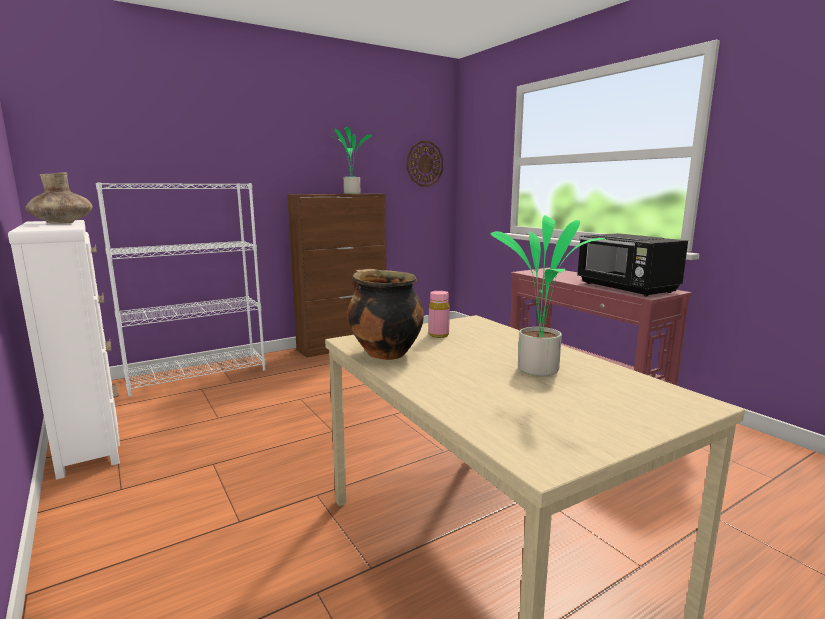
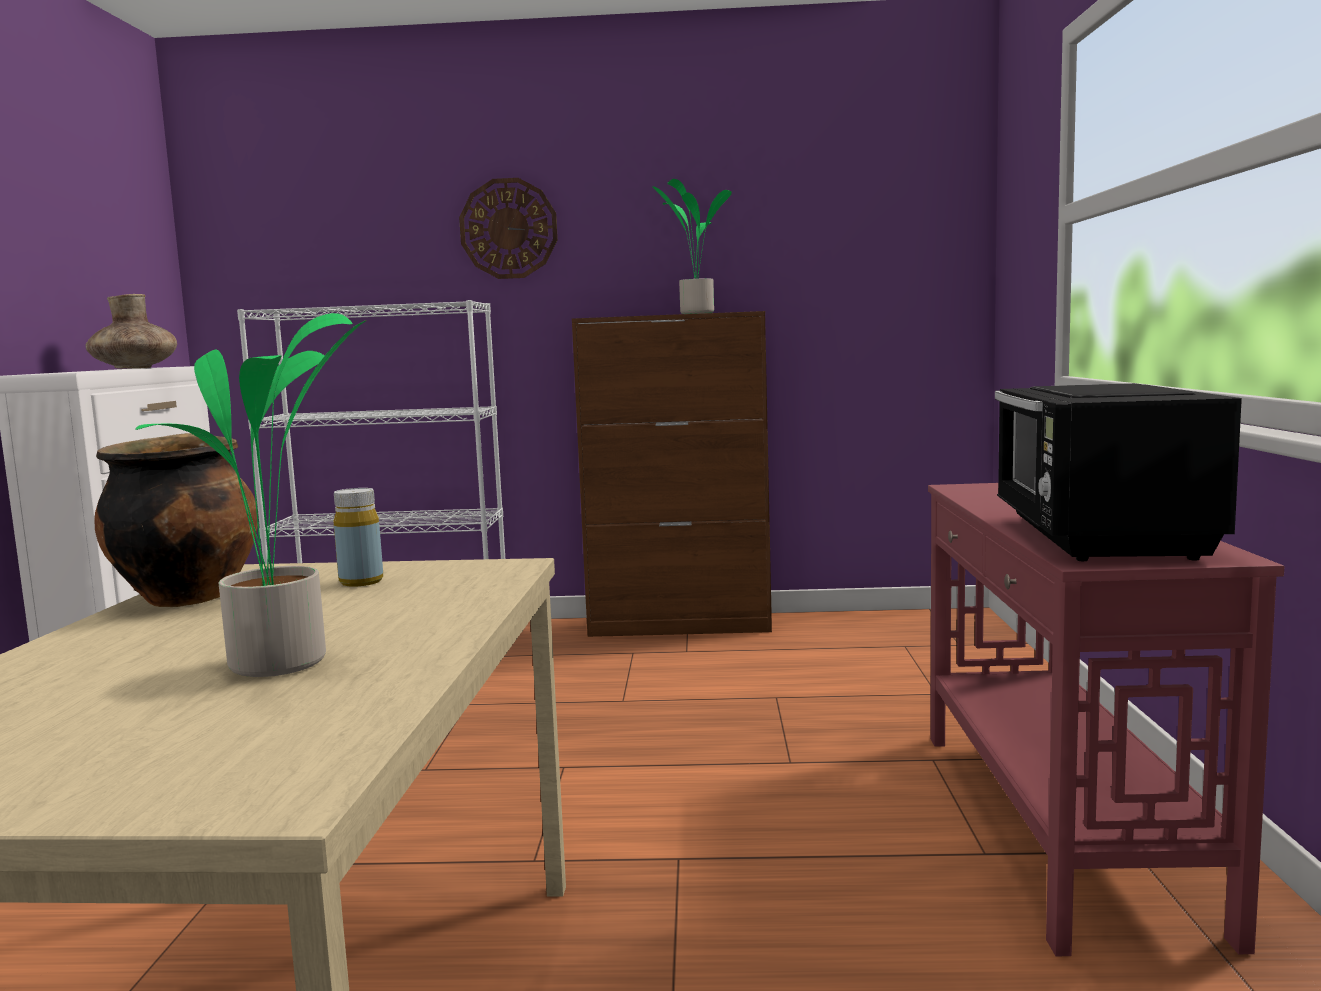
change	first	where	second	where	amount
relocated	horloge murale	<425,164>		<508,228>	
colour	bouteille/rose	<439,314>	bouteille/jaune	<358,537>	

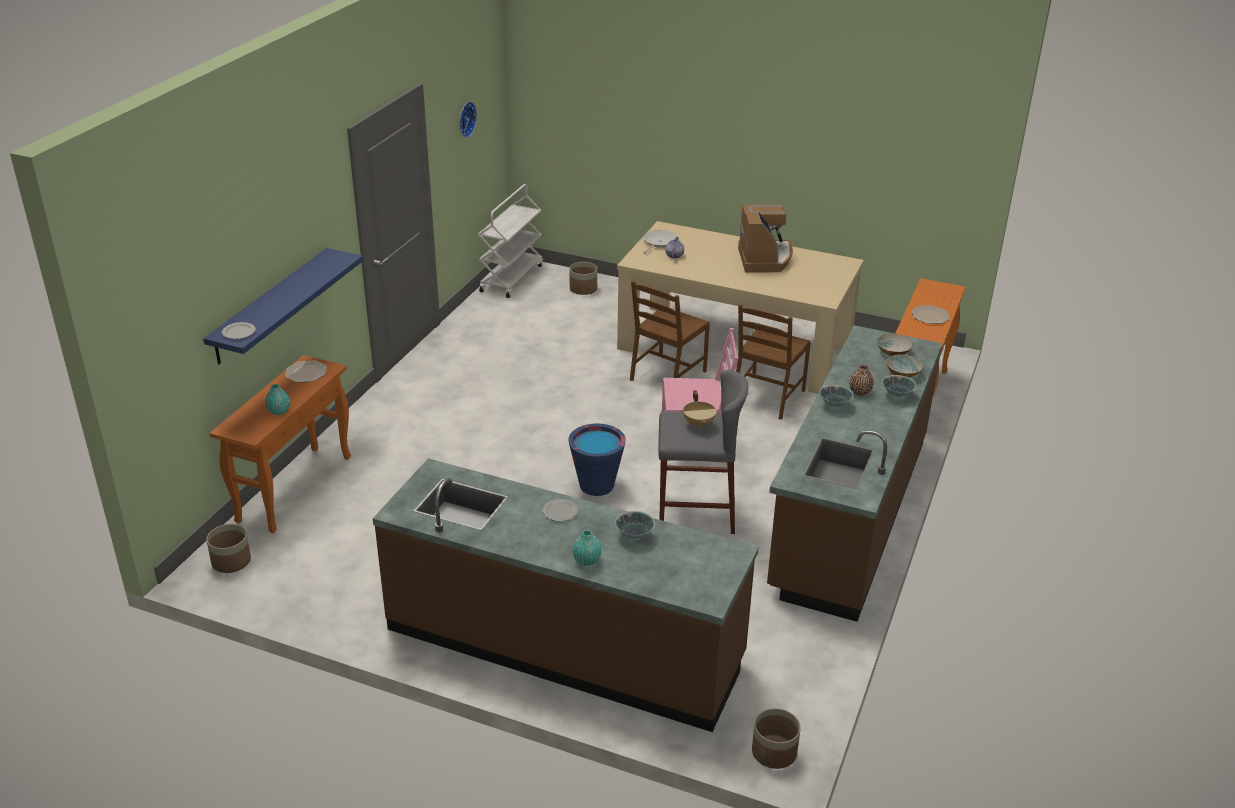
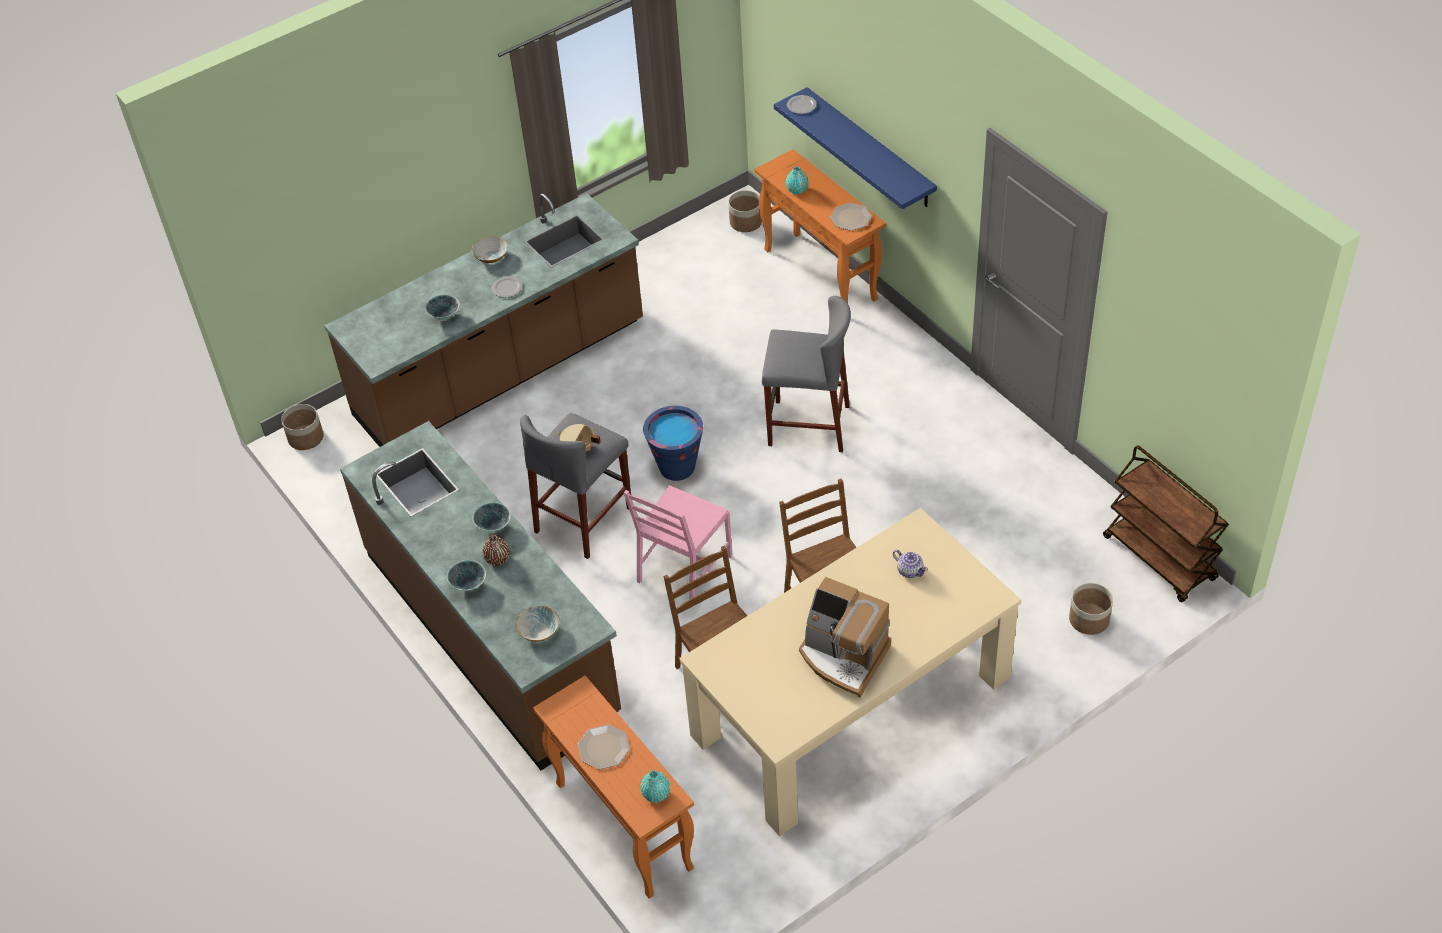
change	first	where	second	where	amount
missing	horloge murale	<468,119>			
colour	chariot/blanc	<510,241>	chariot/marron	<1166,523>	
relocated	vase/turquoise	<587,548>		<655,786>	
missing	poêle	<660,242>			
relocated	bol	<904,366>		<490,249>	
appeared			tabouret/gris	<806,374>	

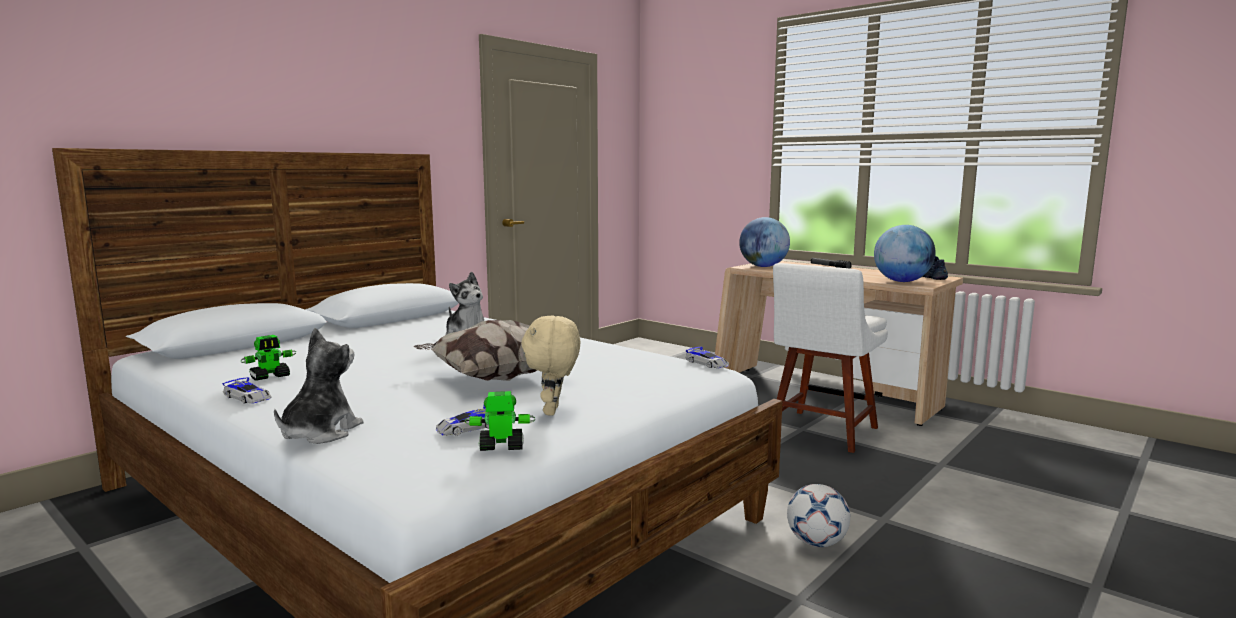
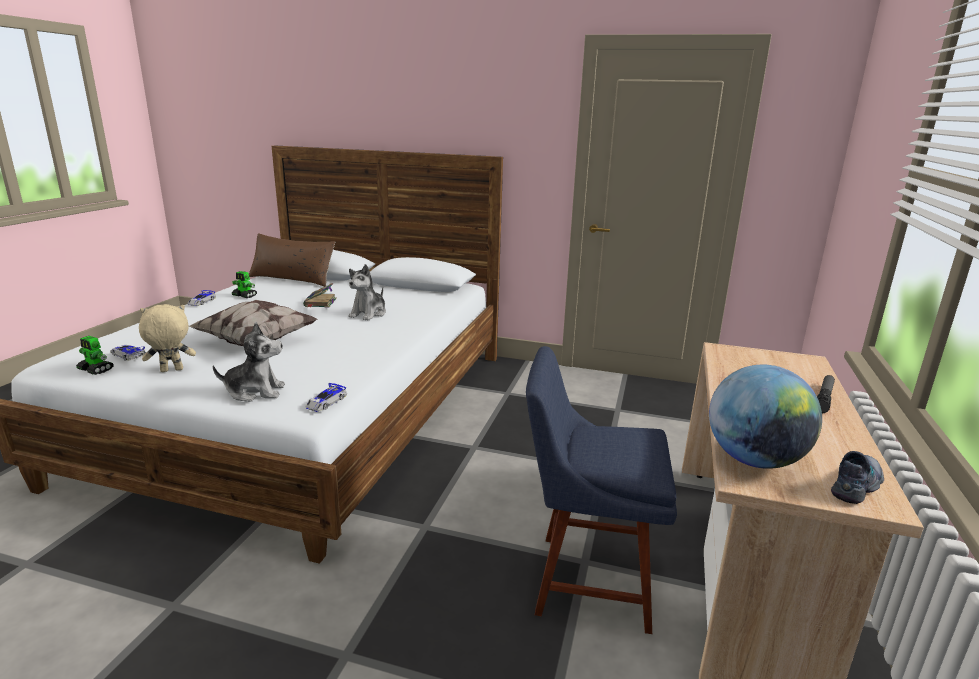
change	first	where	second	where	amount
relocated	peluche	<319,386>		<249,362>	
spun	robot jouet	<499,421>		<95,355>	150 degrees clockwise
missing	globe	<764,242>			
colour	chaise/blanc	<830,358>	chaise/bleu	<601,490>	
missing	ballon de foot	<818,515>			
appeared			coussin/marron	<292,260>	
appeared			livre	<320,295>	

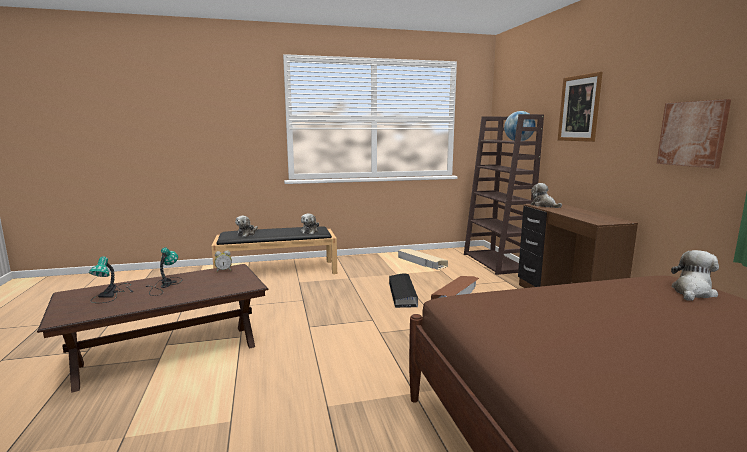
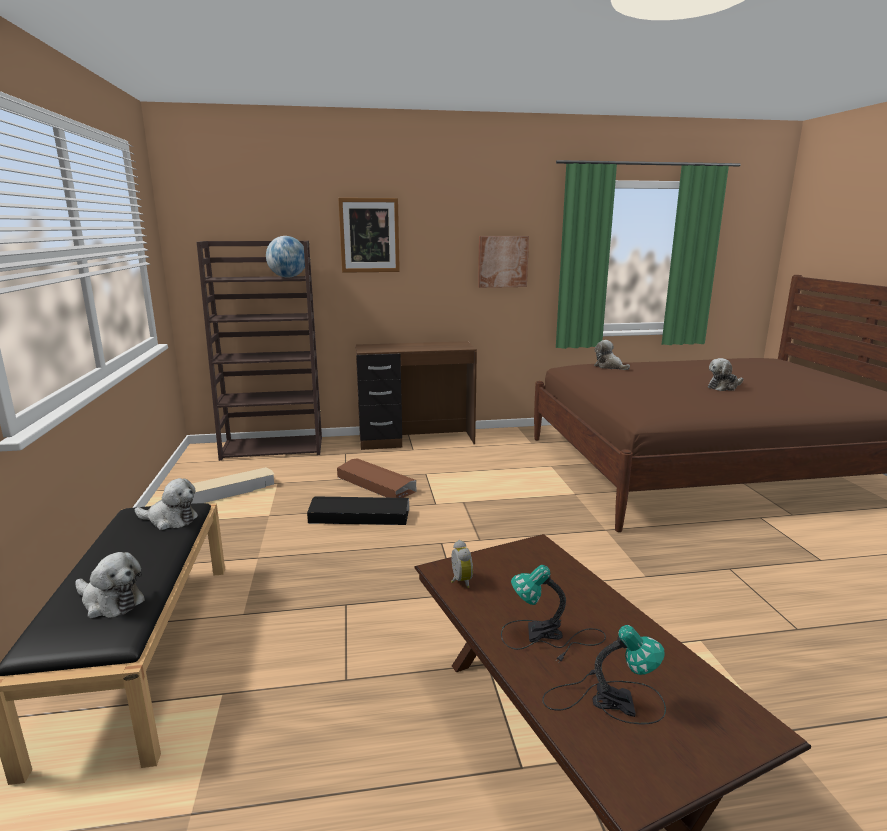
change	first	where	second	where	amount
relocated	peluche	<546,195>		<725,374>	

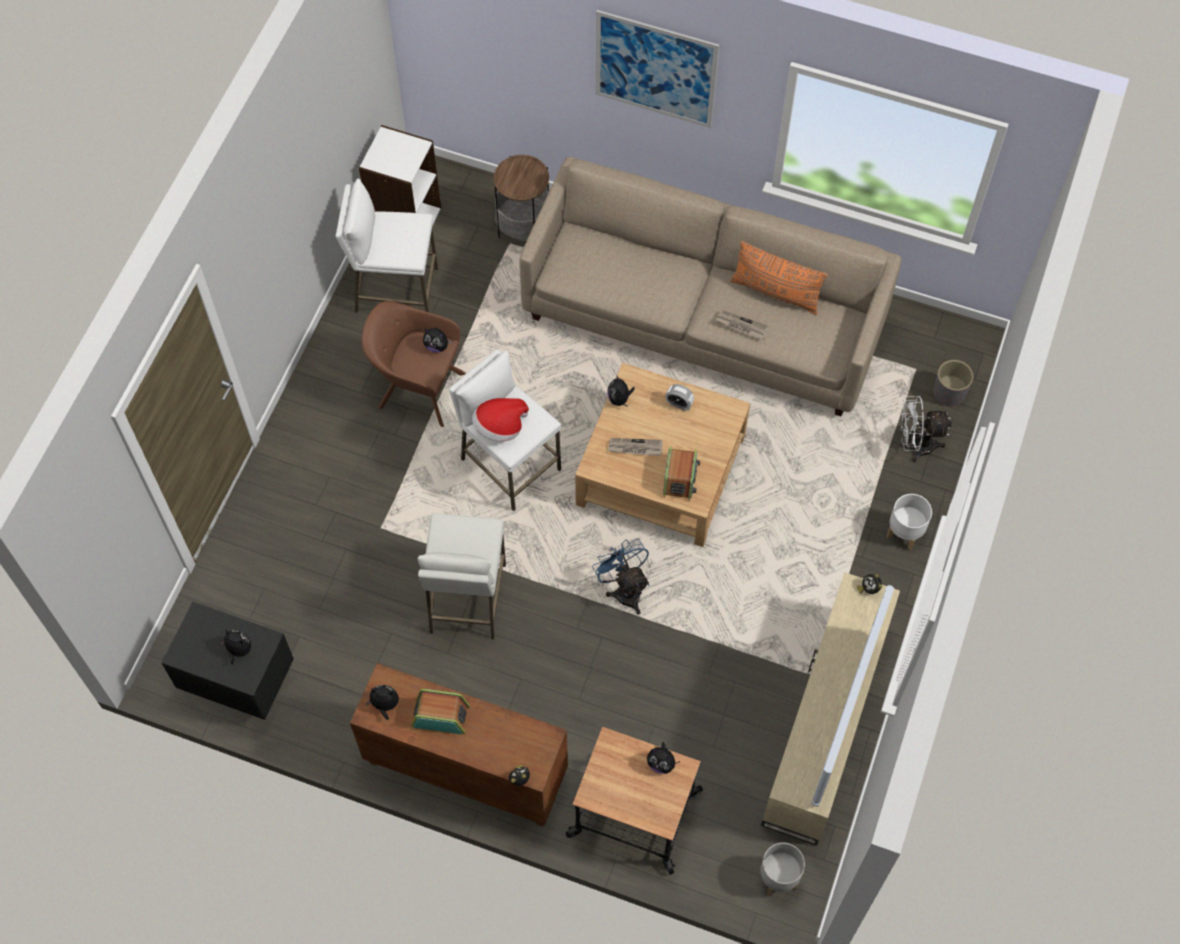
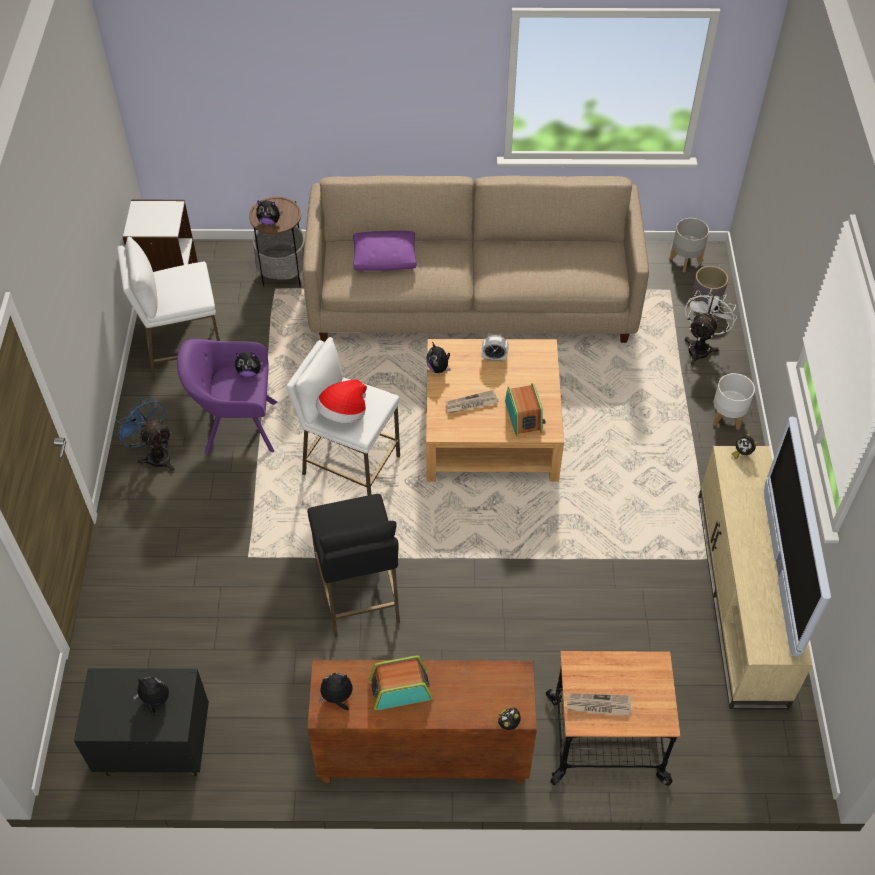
change	first	where	second	where	amount
colour	fauteuil/marron	<414,364>	fauteuil/violet	<227,397>	
colour	tabouret/blanc	<462,576>	tabouret/noir	<353,565>	
relocated	ventilateur/bleu	<620,576>		<144,433>	
missing	tableau	<657,69>			
relocated	peluche	<663,758>		<269,212>	
relocated	journal	<742,325>		<599,704>	
missing	coussin/orange	<779,278>			
relocated	cache-pot/gris	<782,869>		<689,245>	
spun	ventilateur/blanc	<926,429>		<711,327>	135 degrees clockwise
appeared			coussin/violet	<385,251>	

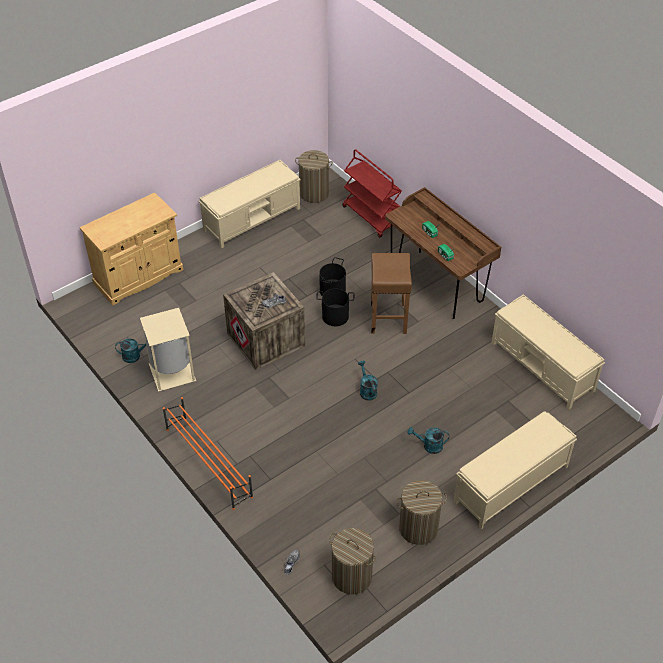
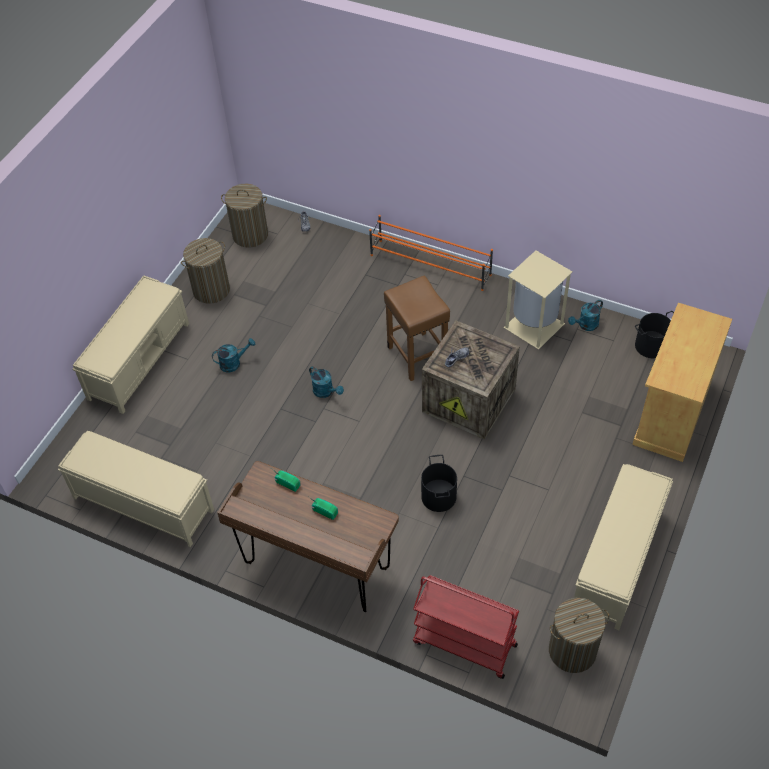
change	first	where	second	where	amount
relocated	seau/noir	<335,307>		<654,334>	
relocated	tabouret/marron	<391,293>		<417,328>	

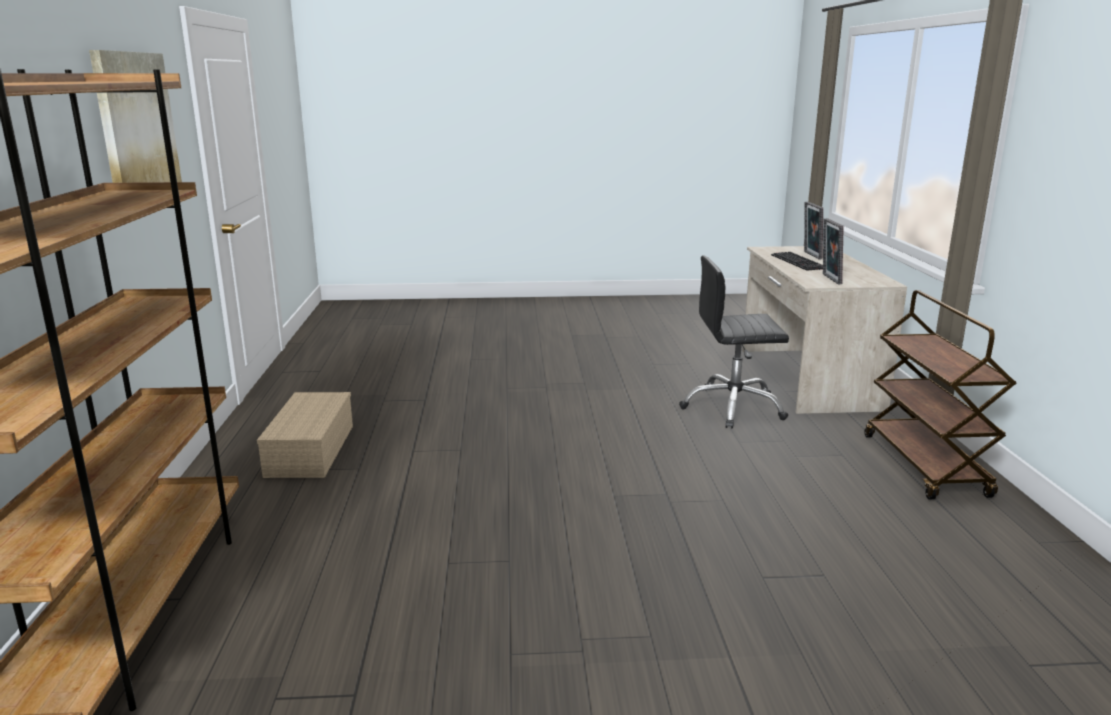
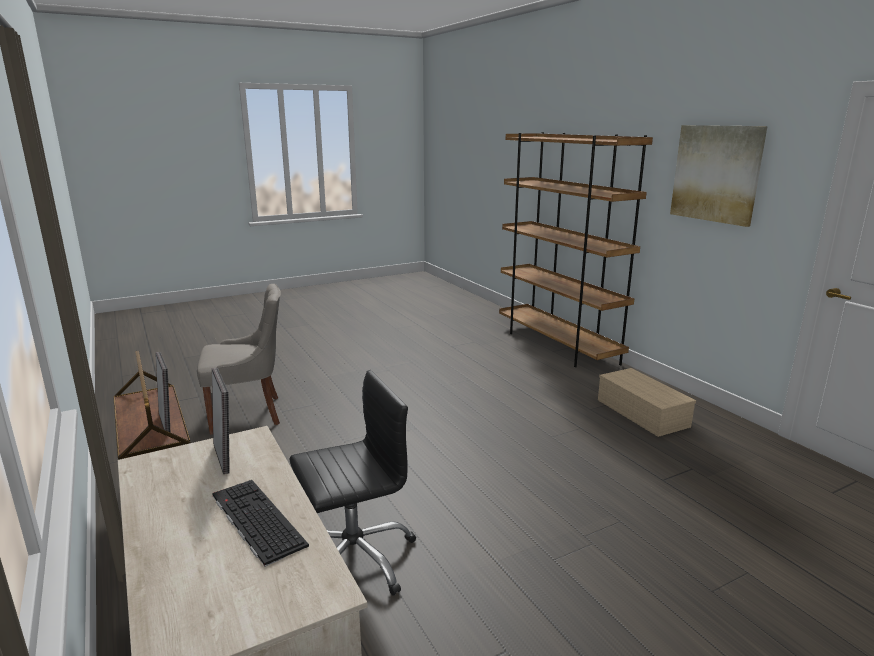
change	first	where	second	where	amount
relocated	cadre photo	<813,231>		<163,392>	
appeared			chaise/gris	<239,359>	

